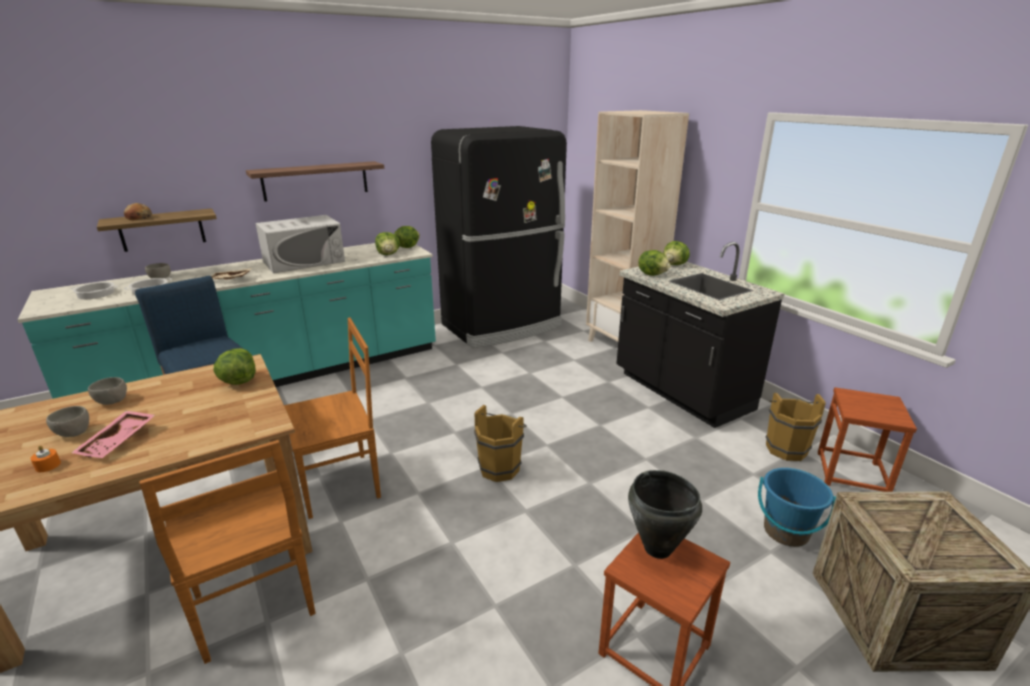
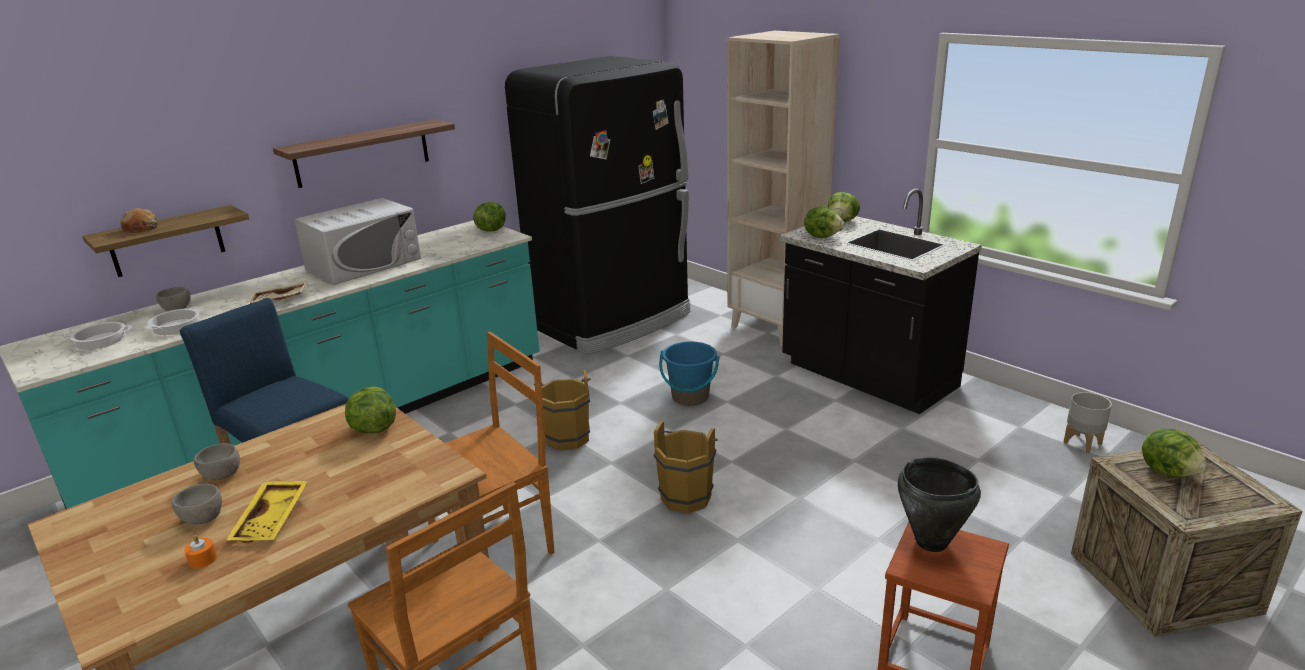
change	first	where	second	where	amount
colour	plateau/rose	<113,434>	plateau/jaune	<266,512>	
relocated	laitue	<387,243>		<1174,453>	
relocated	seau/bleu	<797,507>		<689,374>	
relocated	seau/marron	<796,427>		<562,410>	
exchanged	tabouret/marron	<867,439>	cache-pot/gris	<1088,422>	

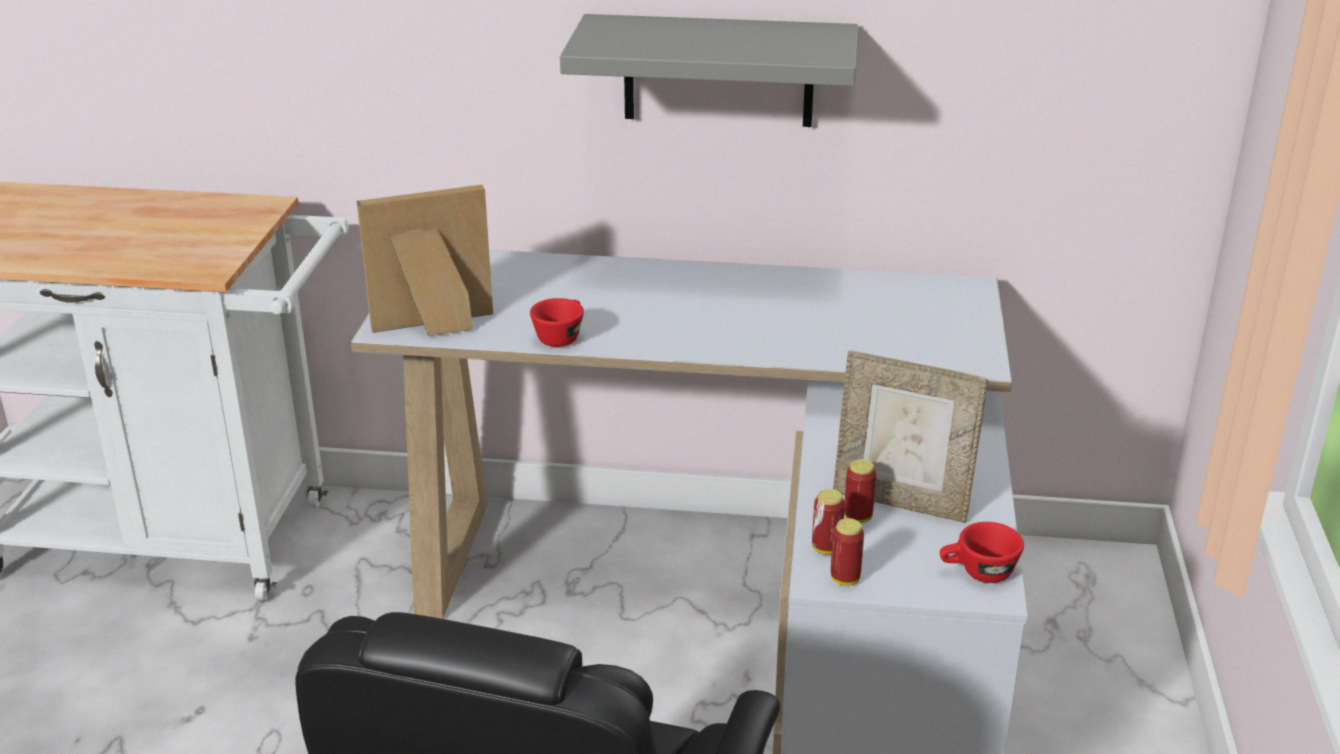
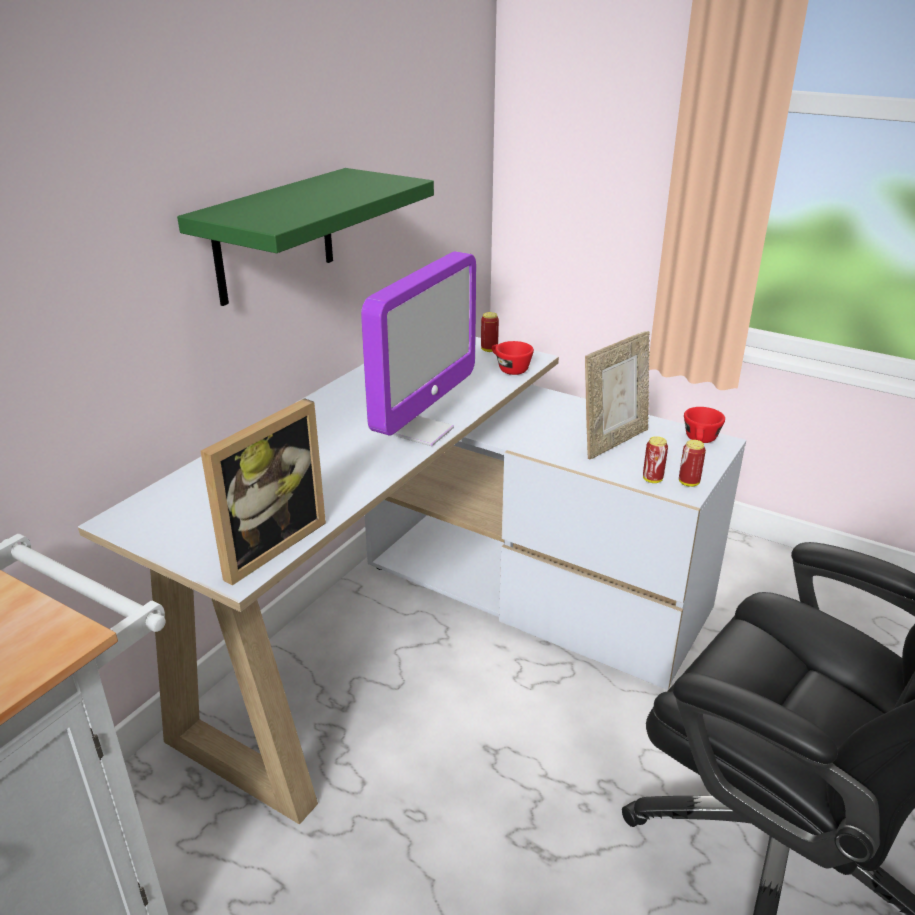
change	first	where	second	where	amount
spun	cadre photo	<425,260>		<263,491>	150 degrees counterclockwise
relocated	tasse/rouge	<557,322>		<513,358>	
colour	étagère/gris	<709,70>	étagère/vert	<305,237>	
relocated	boîte métallique	<860,491>		<490,332>	
appeared			écran d'ordinateur	<418,348>	

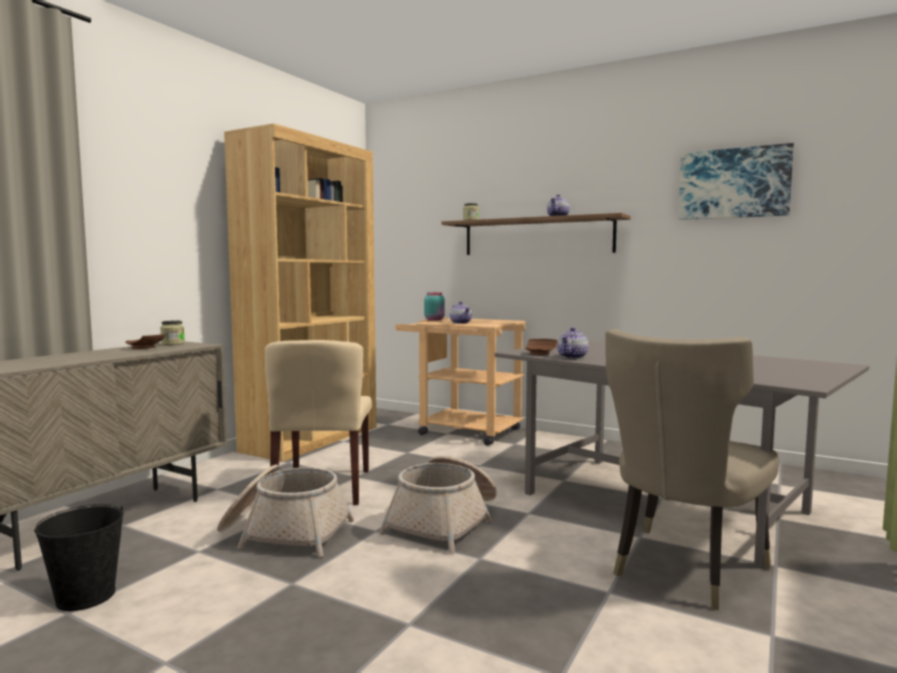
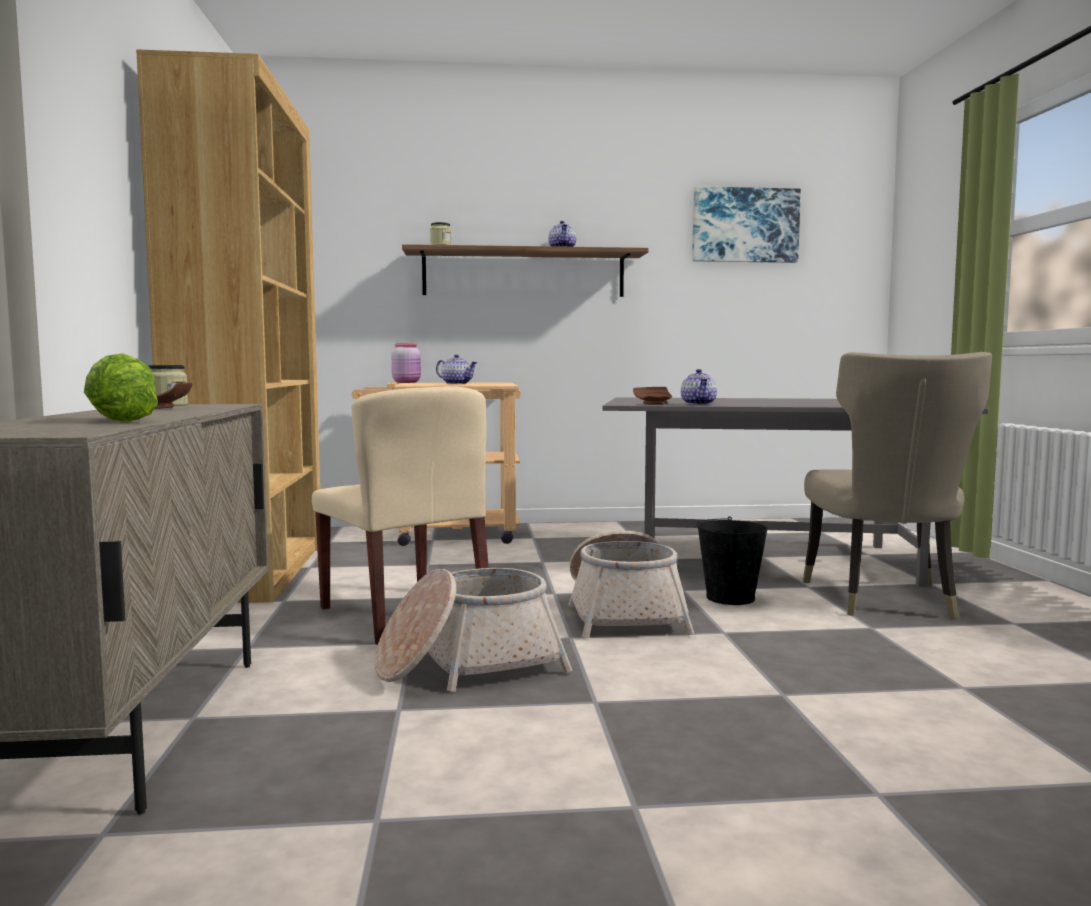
change	first	where	second	where	amount
relocated	seau/noir	<78,557>		<732,560>	
colour	bocal/turquoise	<434,306>	bocal/rose	<406,363>	
appeared			laitue	<121,387>	

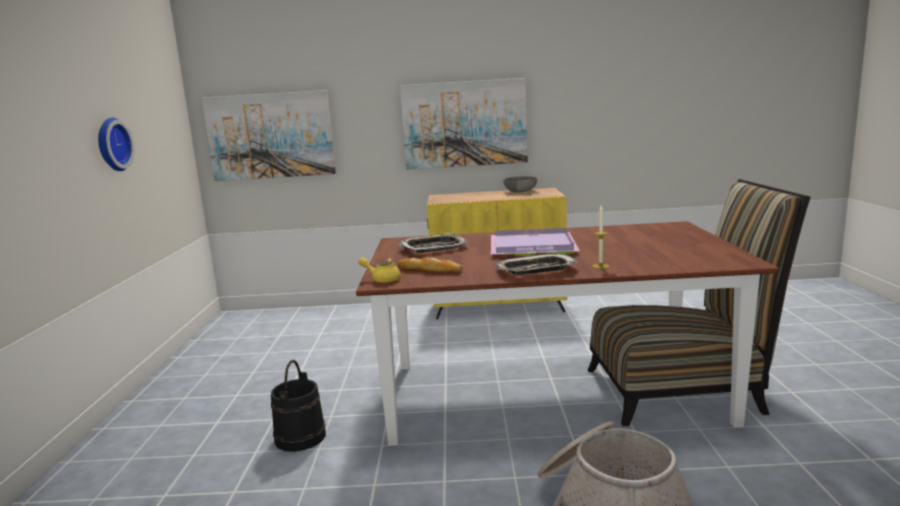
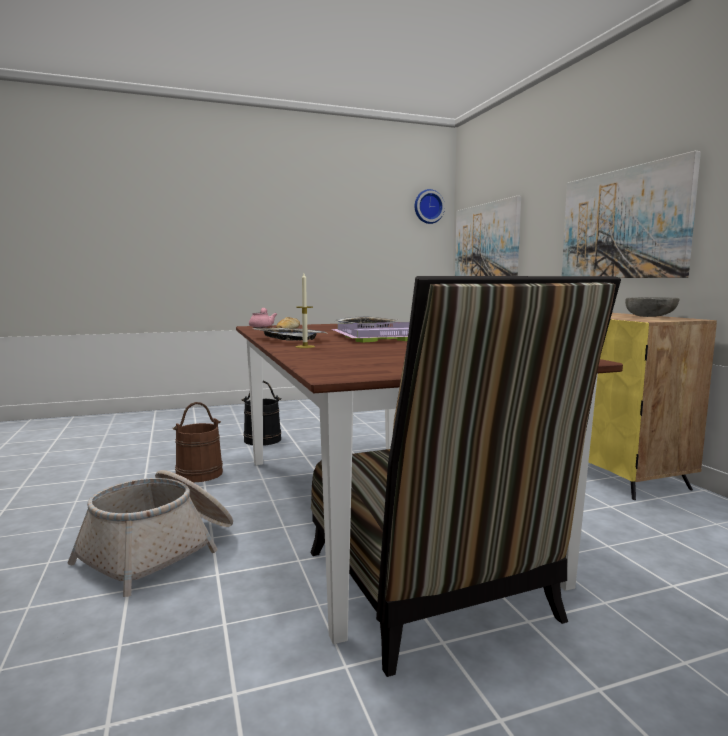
change	first	where	second	where	amount
relocated	horloge murale	<116,144>		<430,206>	
colour	théière/jaune	<380,270>	théière/rose	<263,318>	
appeared			seau/marron	<198,442>	

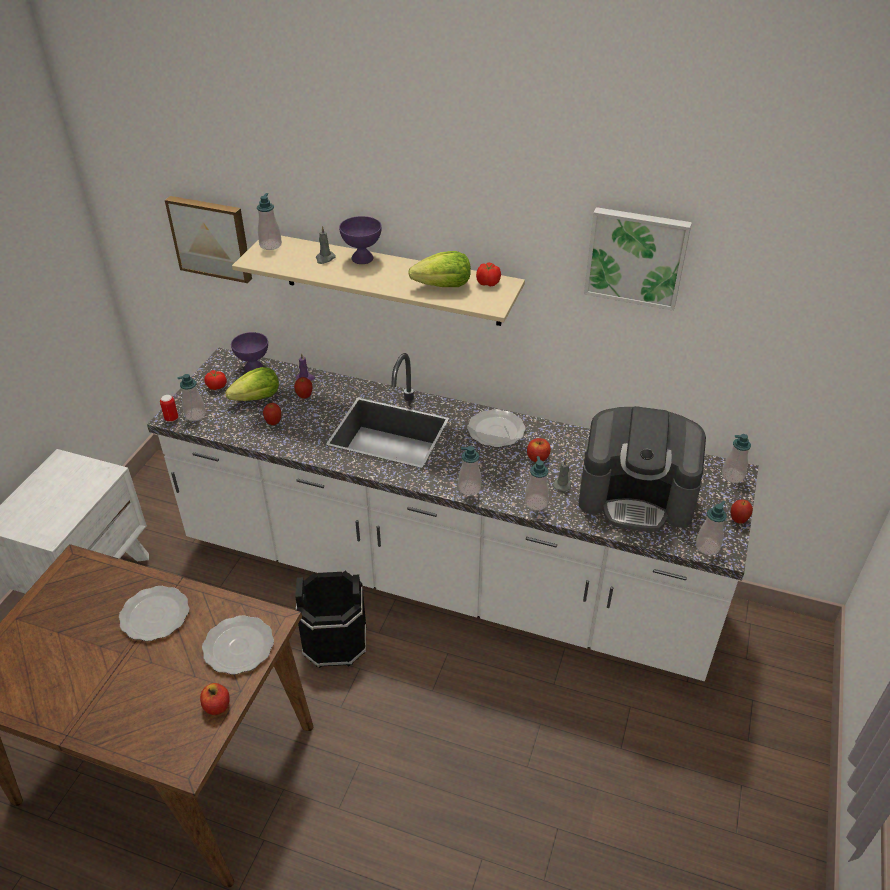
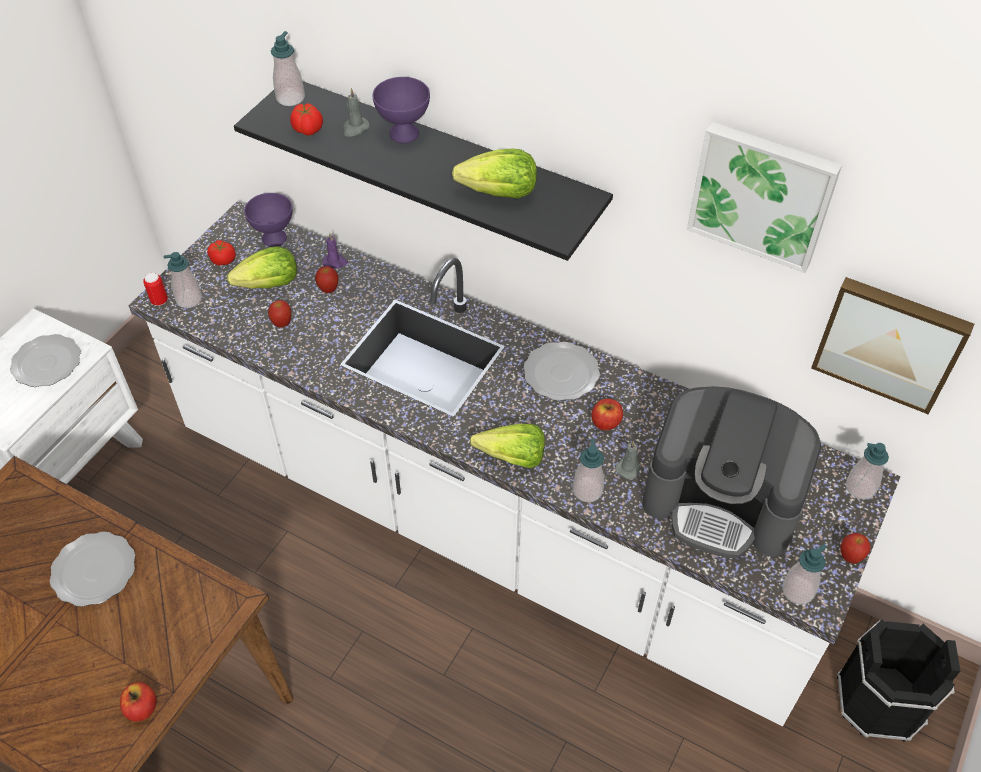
change	first	where	second	where	amount
relocated	tableau	<208,239>		<893,345>	
relocated	assiette	<238,645>		<45,360>	
colour	étagère/beige	<378,281>	étagère/noir	<423,171>	
relocated	seau/noir	<330,619>		<898,681>	
exchanged	distributeur de savon	<469,471>	laitue	<507,446>	
relocated	tomate	<488,274>		<306,119>	

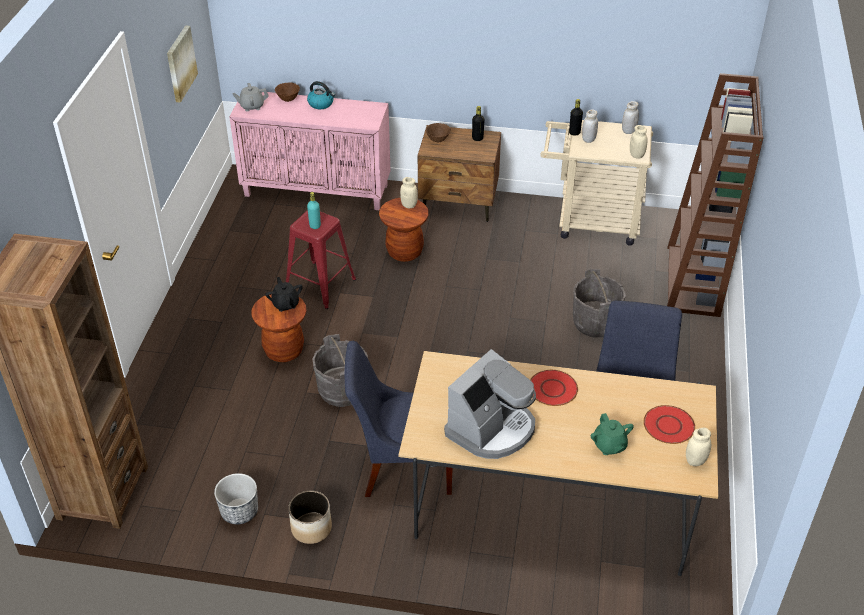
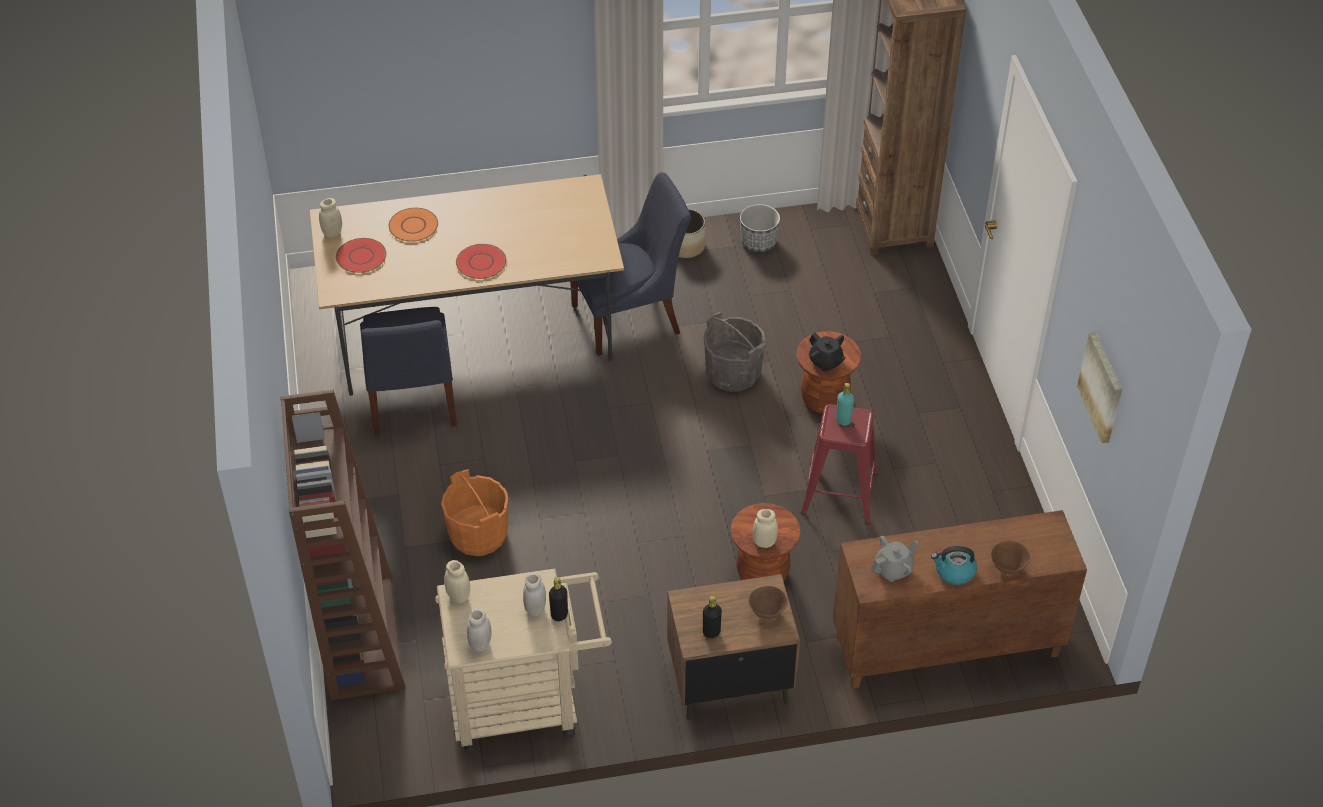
change	first	where	second	where	amount
colour	meuble de rangement/rose	<309,151>	meuble de rangement/marron	<960,599>	
relocated	théière/gris	<250,97>		<894,559>	
missing	machine à café	<490,404>			
colour	seau/gris	<599,303>	seau/orange	<474,512>	
exchanged	théière/vert	<612,434>	assiette/orange	<413,225>	

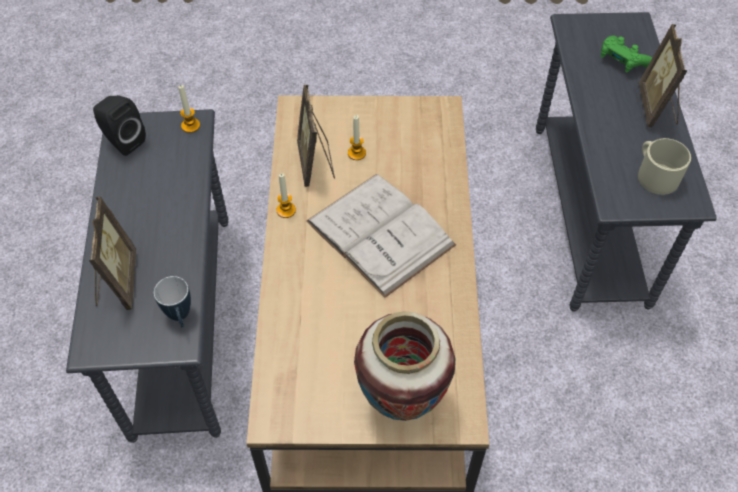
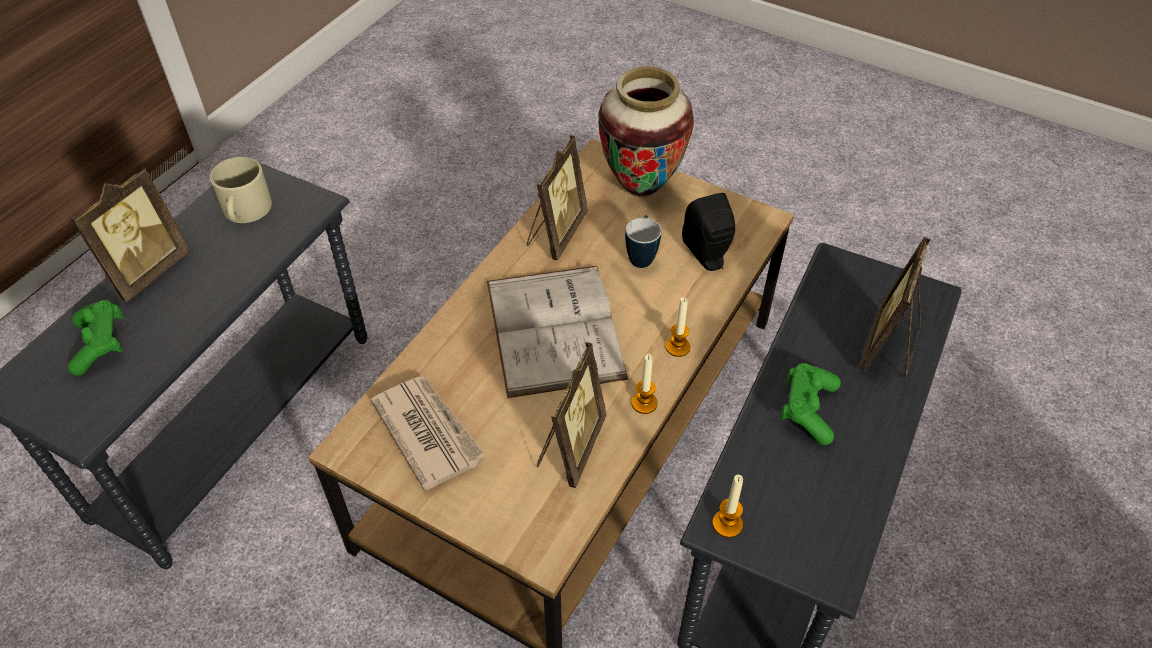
change	first	where	second	where	amount
relocated	enceinte/noir	<119,125>		<708,232>	
relocated	mug	<172,302>		<643,241>	
relocated	bougie	<357,137>		<678,327>	
appeared			journal	<428,434>	
appeared			cadre photo	<557,197>	
appeared			manette/vert	<811,404>	

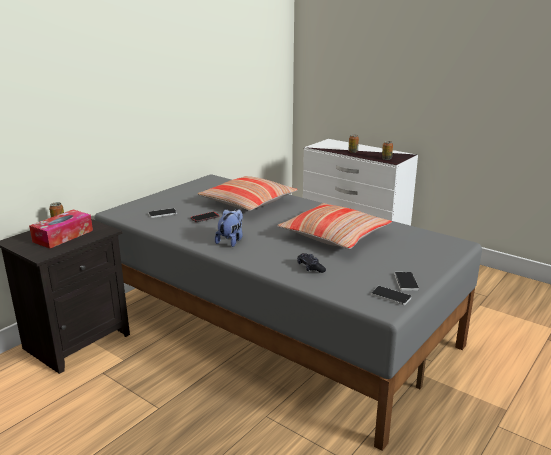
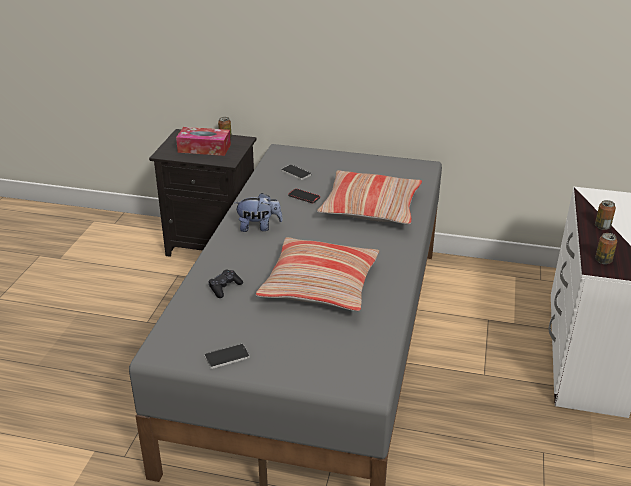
change	first	where	second	where	amount
missing	téléphone	<391,295>			

